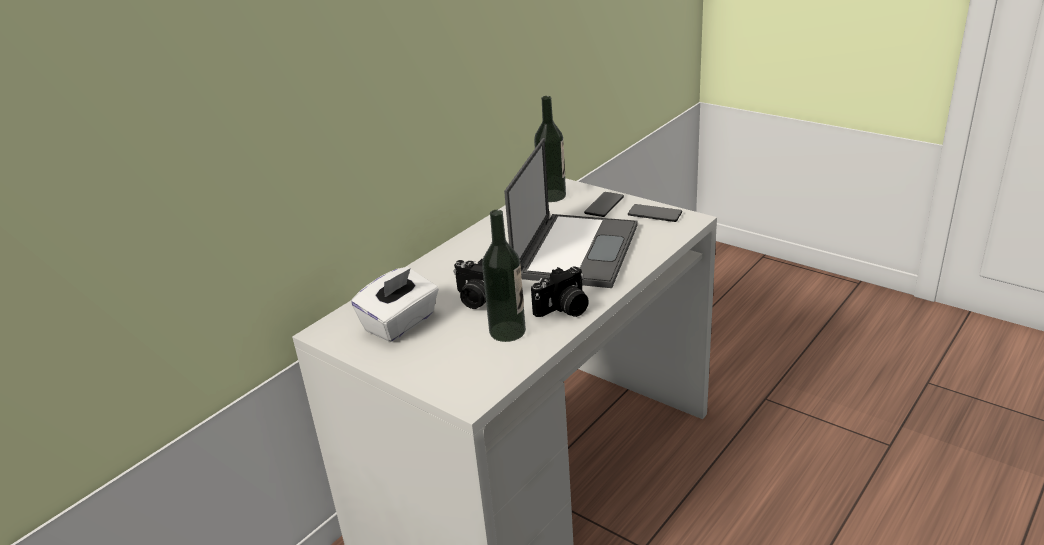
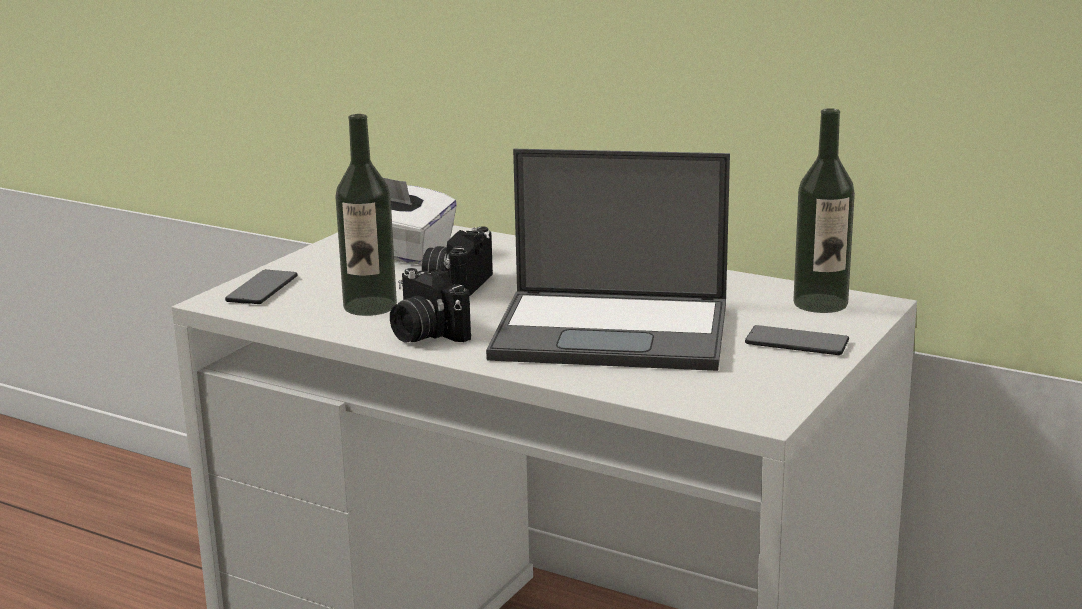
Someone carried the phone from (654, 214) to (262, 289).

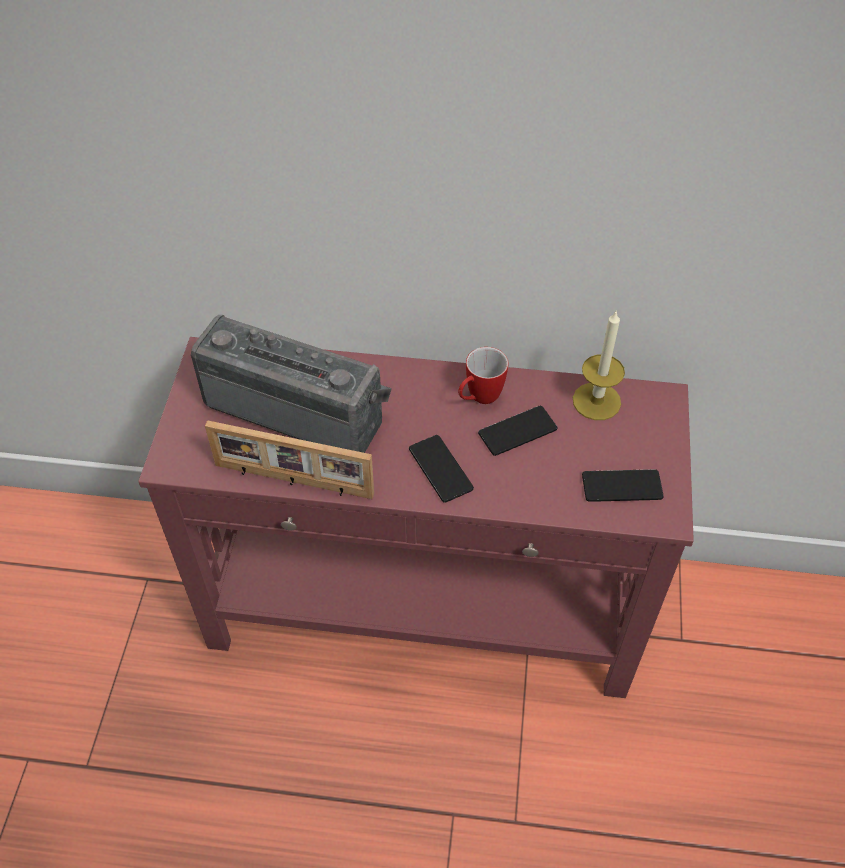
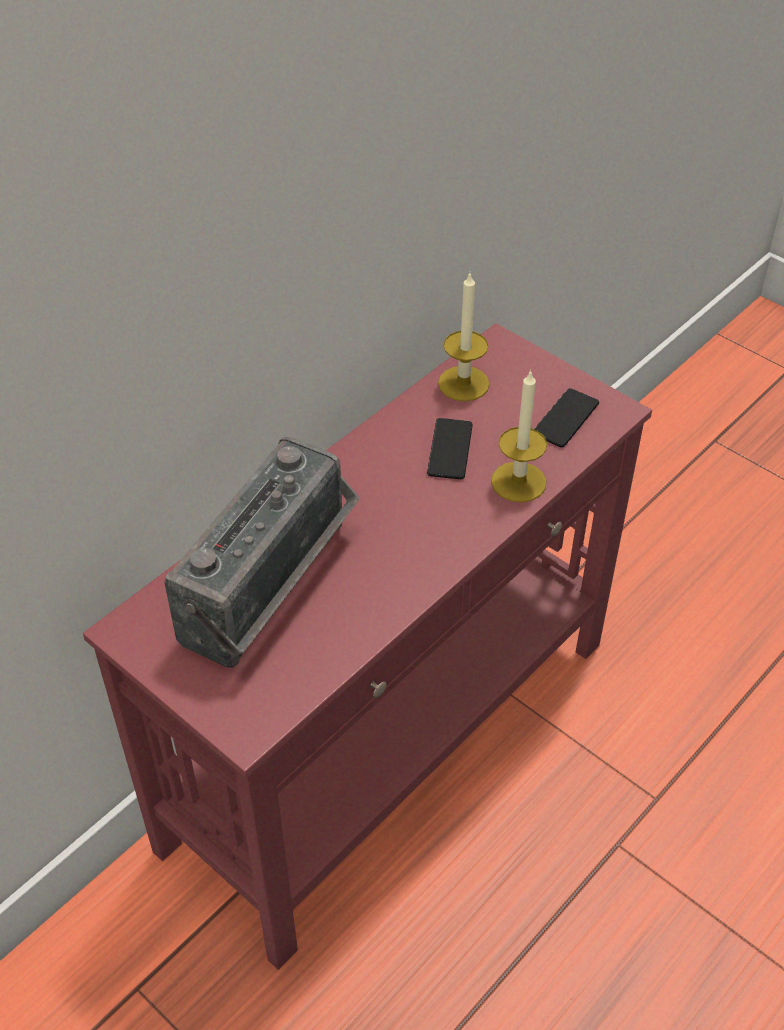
Someone rotated the radio at (298, 407) by 150 degrees clockwise.
Someone took away the mug at (478, 398).
Someone took away the standing_frame at (293, 481).
Someone took away the phone at (440, 469).
Someone put down the candle at (518, 482).

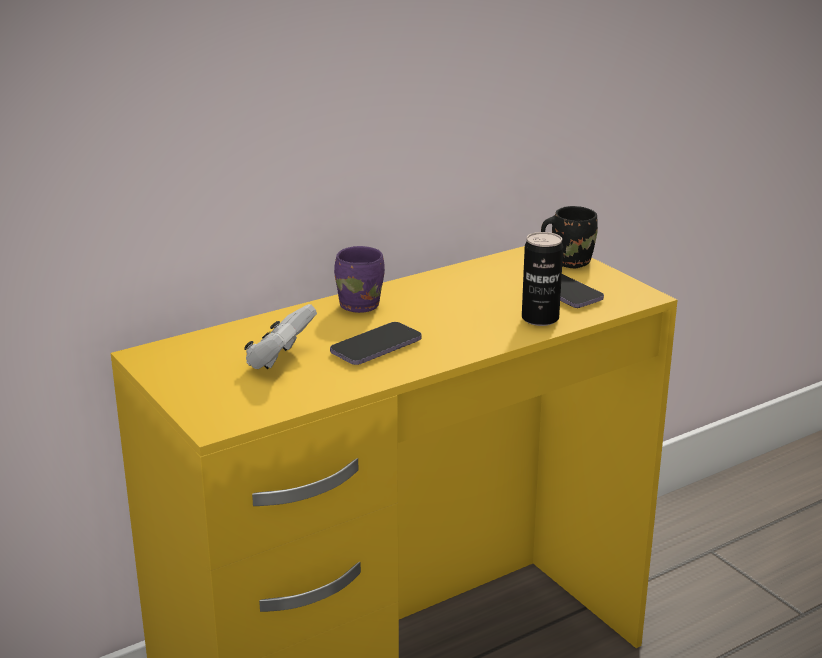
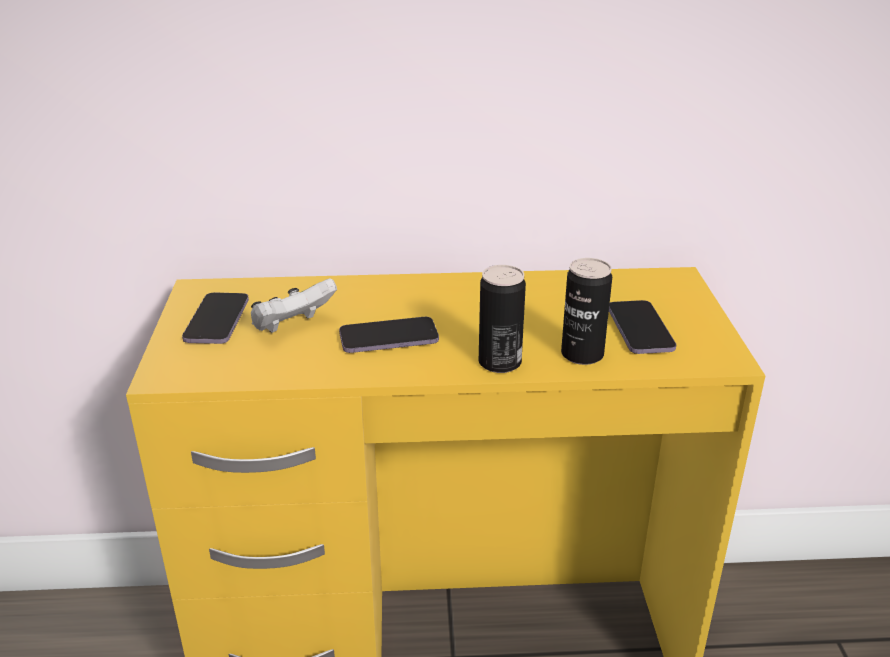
Someone took away the black-coloured_mug at (569, 261).
Someone took away the purple_mug at (361, 304).
Someone put down the sealed_can at (499, 362).
Someone put down the phone at (217, 321).

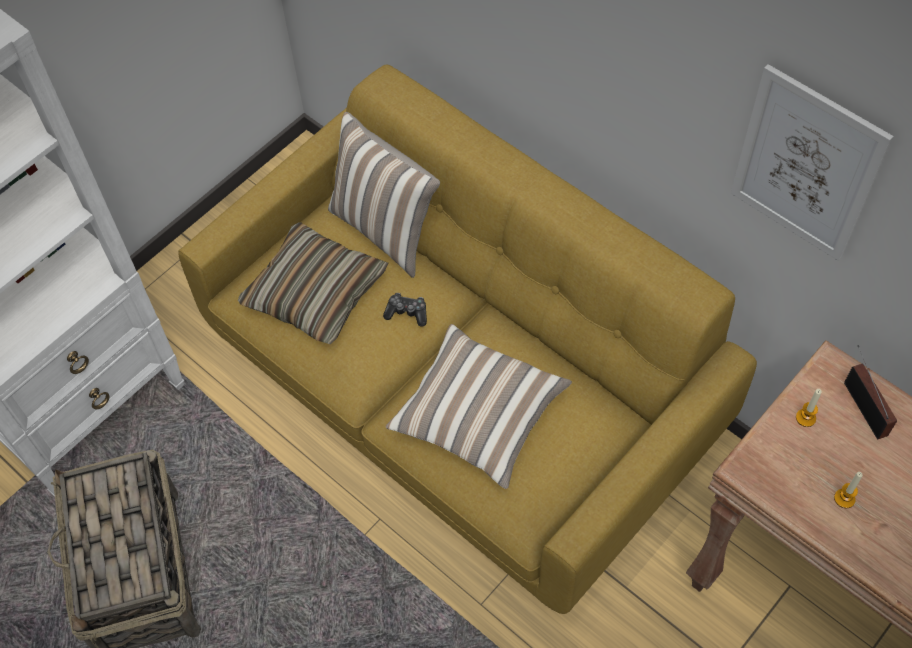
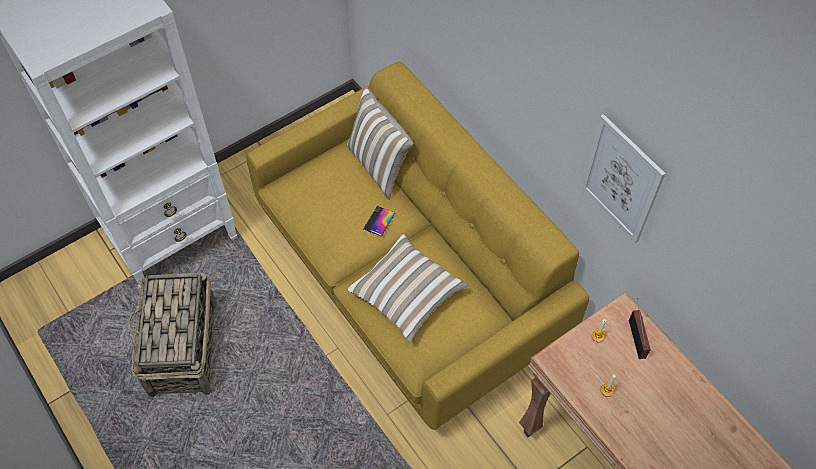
Someone took away the cushion at (315, 293).
Someone swapped the joypad at (407, 313) for the phone at (379, 221).

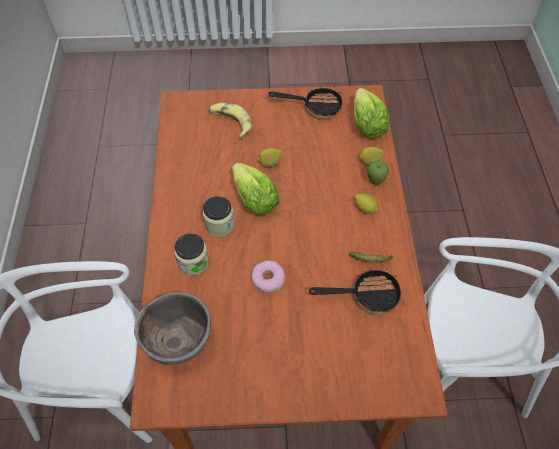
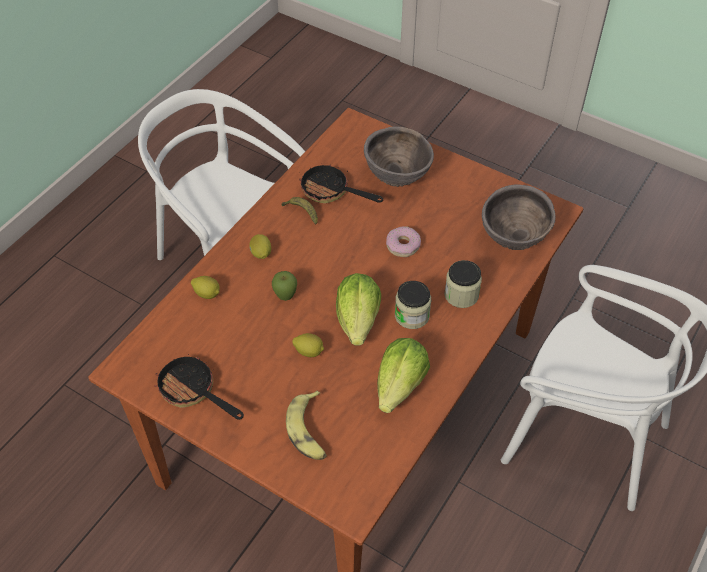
Someone carried the head_of_lettuce from (367, 125) to (400, 385).
Someone carried the apple_fruit from (375, 182) to (285, 297).
Someone put down the brownish_bowl at (397, 178).

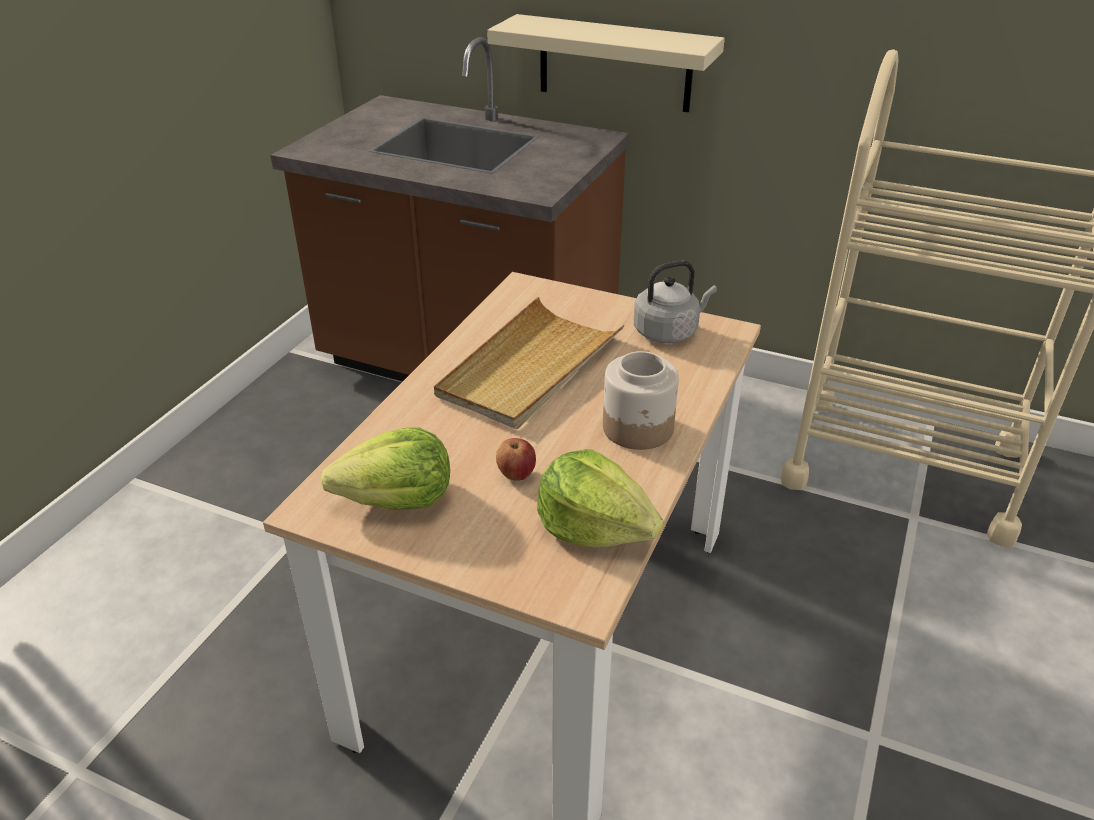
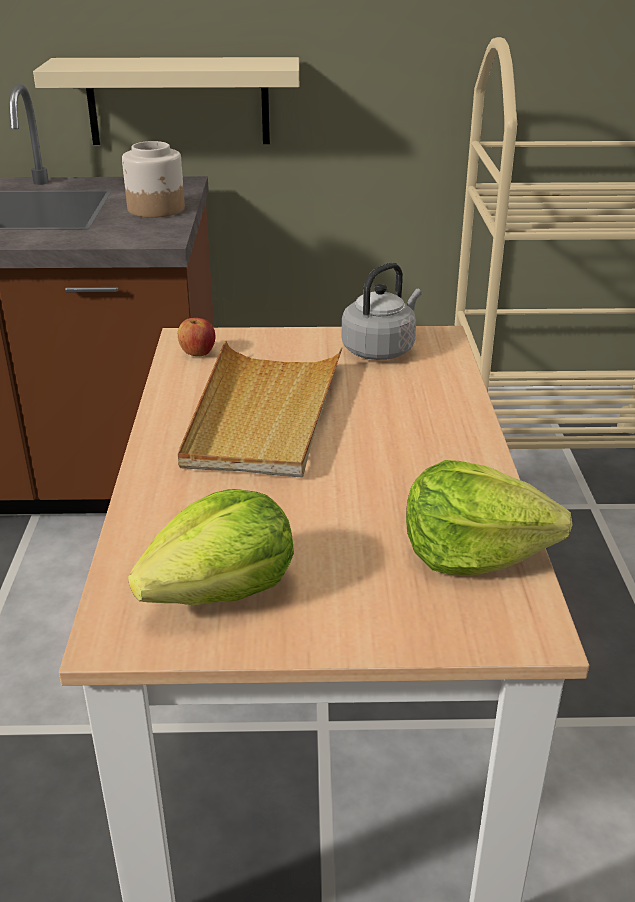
Someone carried the preserve_jar from (638, 428) to (157, 209).
Someone carried the apple_fruit from (516, 474) to (198, 353).

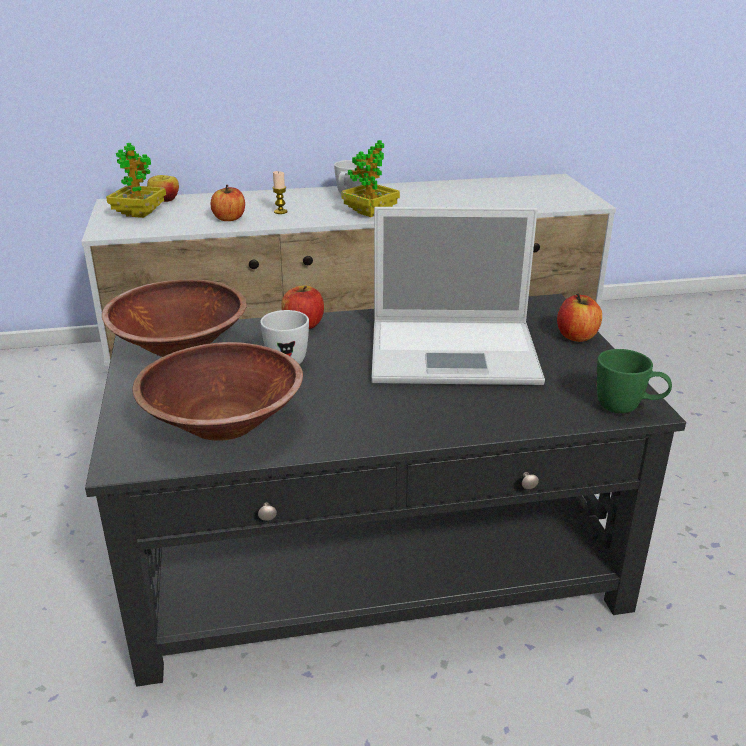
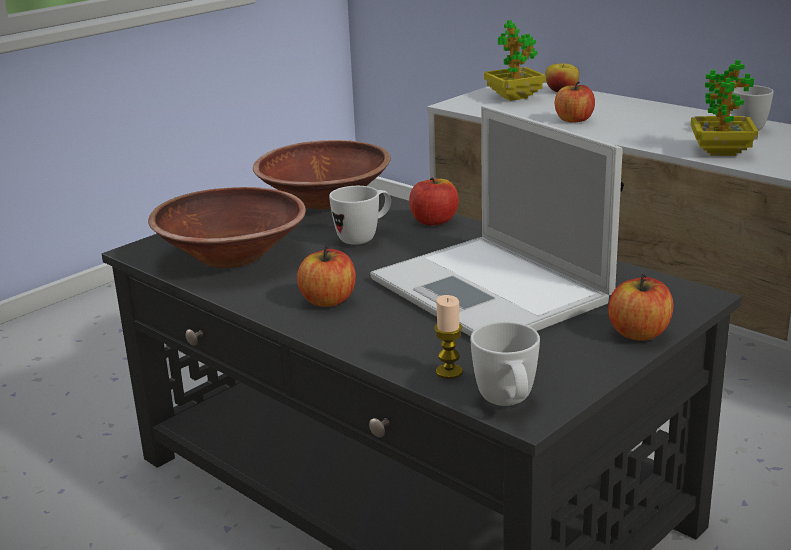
Someone carried the candle from (280, 212) to (449, 372).
Someone repainted the green_mug at (627, 409), which became the white-coloured_mug at (508, 404).
Someone put down the apple_fruit at (328, 300).

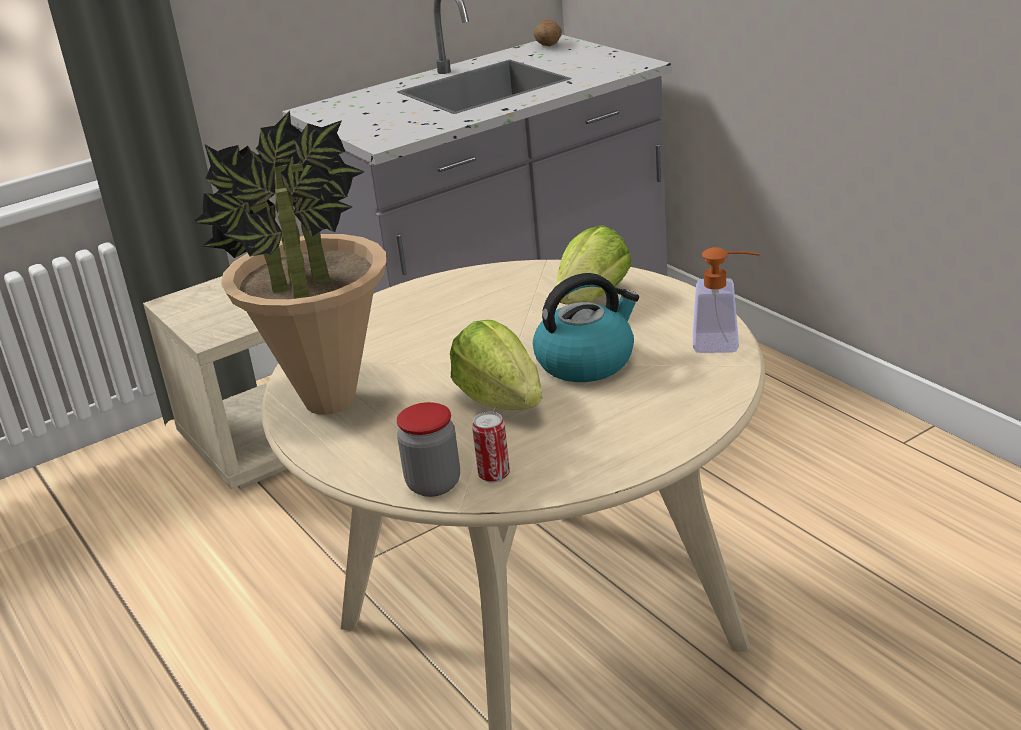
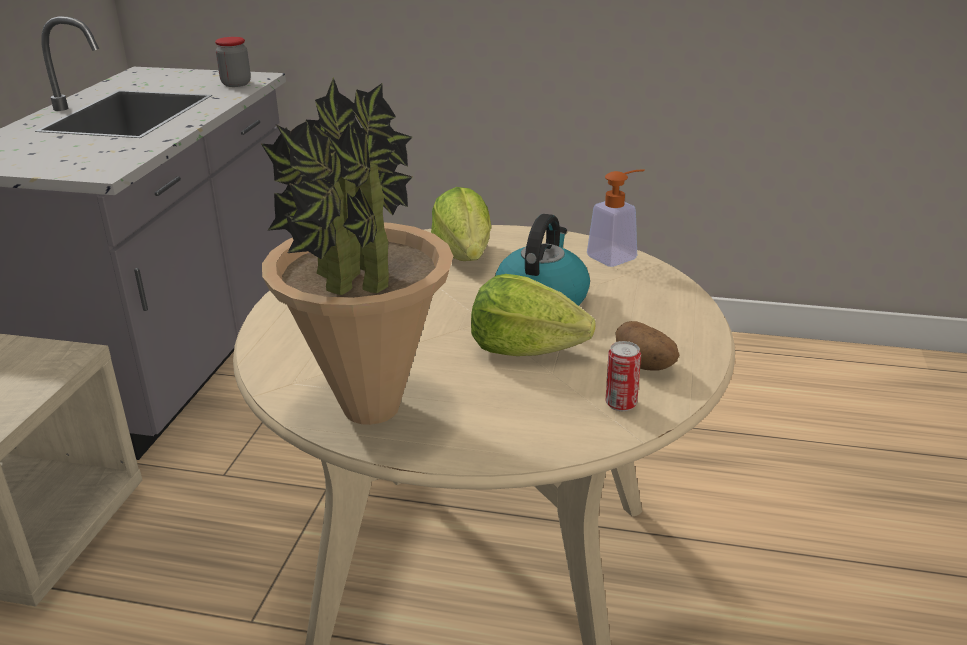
Someone carried the whole_potato from (548, 45) to (645, 365).
Someone carried the preserve_jar from (433, 484) to (236, 84).

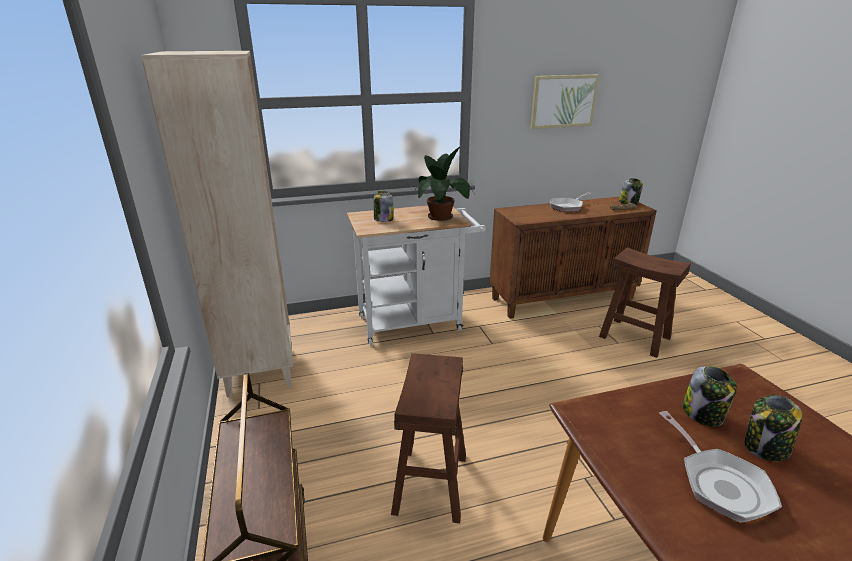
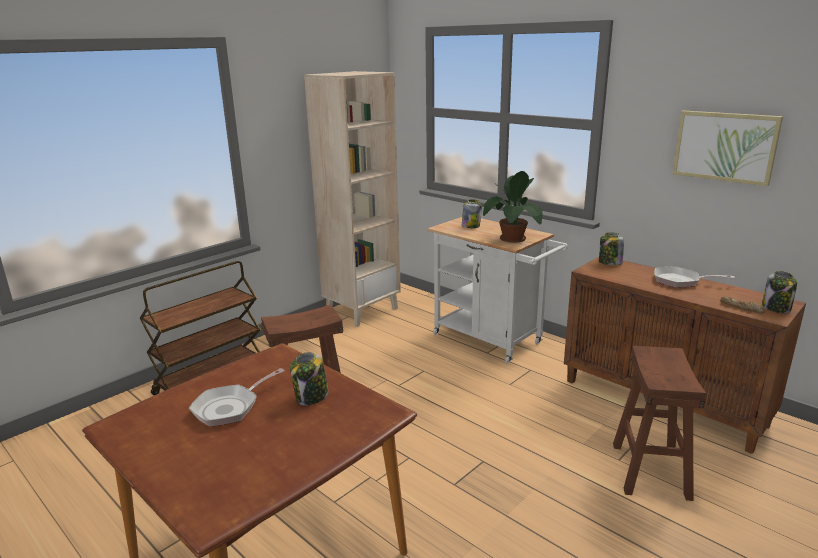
Someone carried the preserve_jar from (765, 448) to (609, 263).

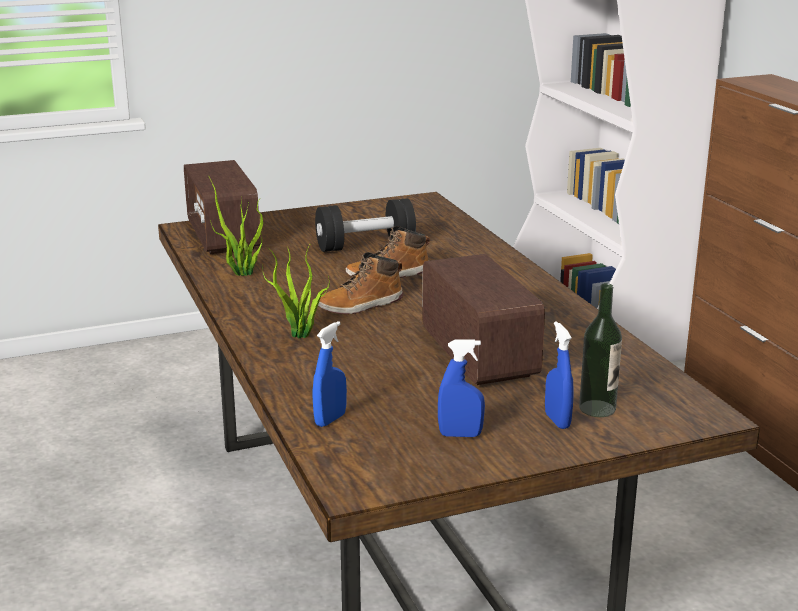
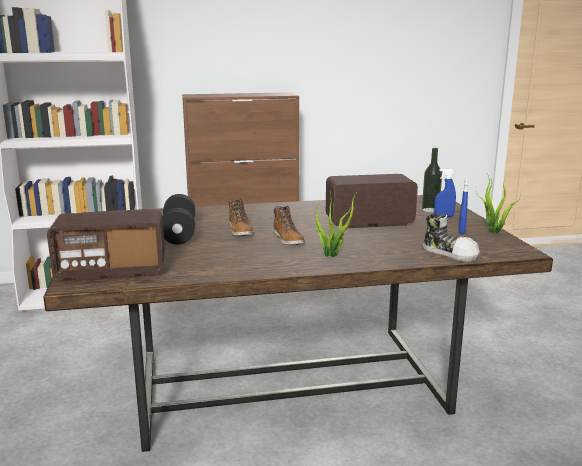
Someone carried the plant_in_a_pot from (241, 273) to (494, 231).
Someone swapped the blue_spray_bottle at (330, 419) for the low_shoe at (450, 253).

